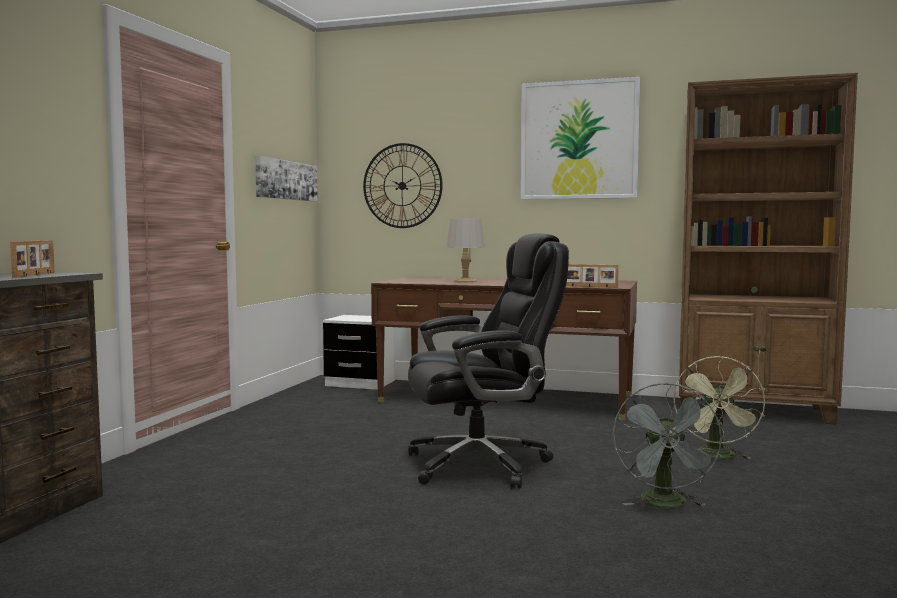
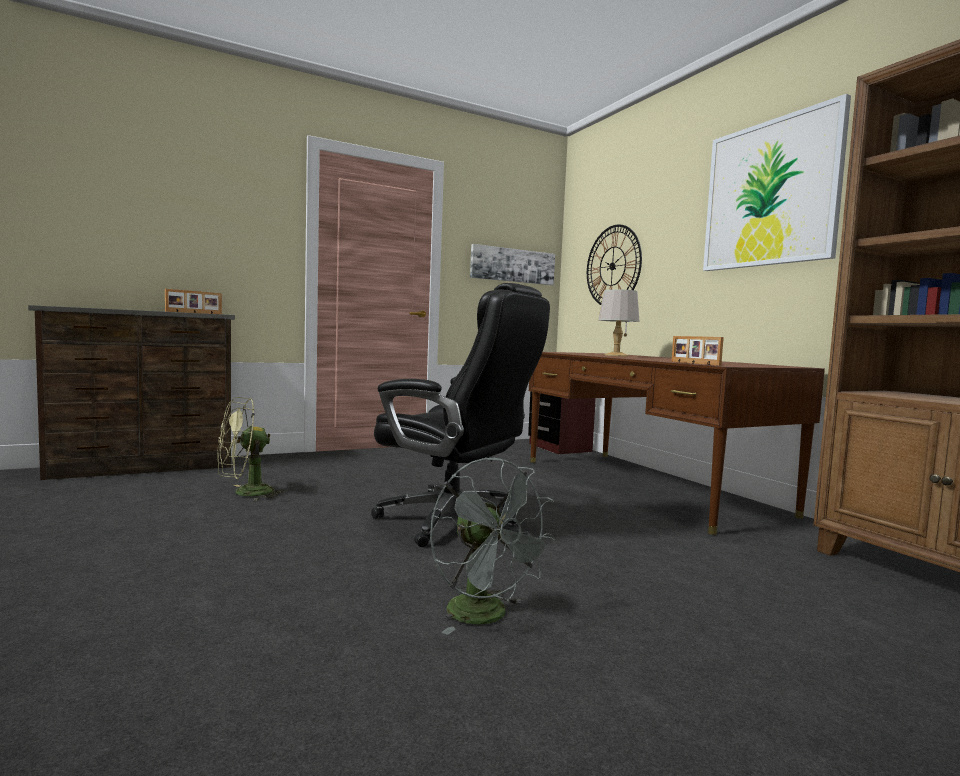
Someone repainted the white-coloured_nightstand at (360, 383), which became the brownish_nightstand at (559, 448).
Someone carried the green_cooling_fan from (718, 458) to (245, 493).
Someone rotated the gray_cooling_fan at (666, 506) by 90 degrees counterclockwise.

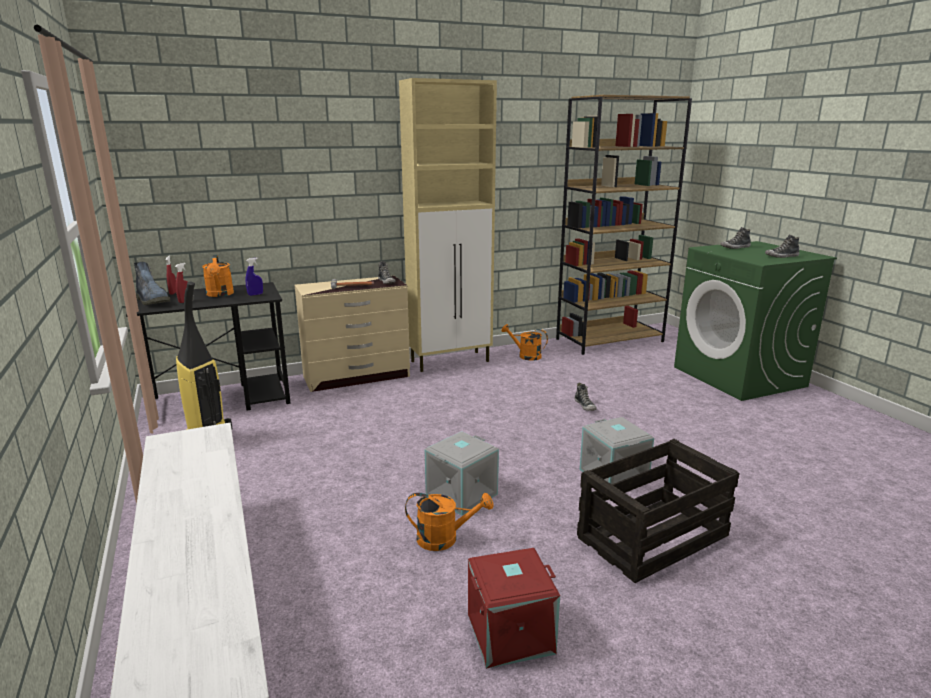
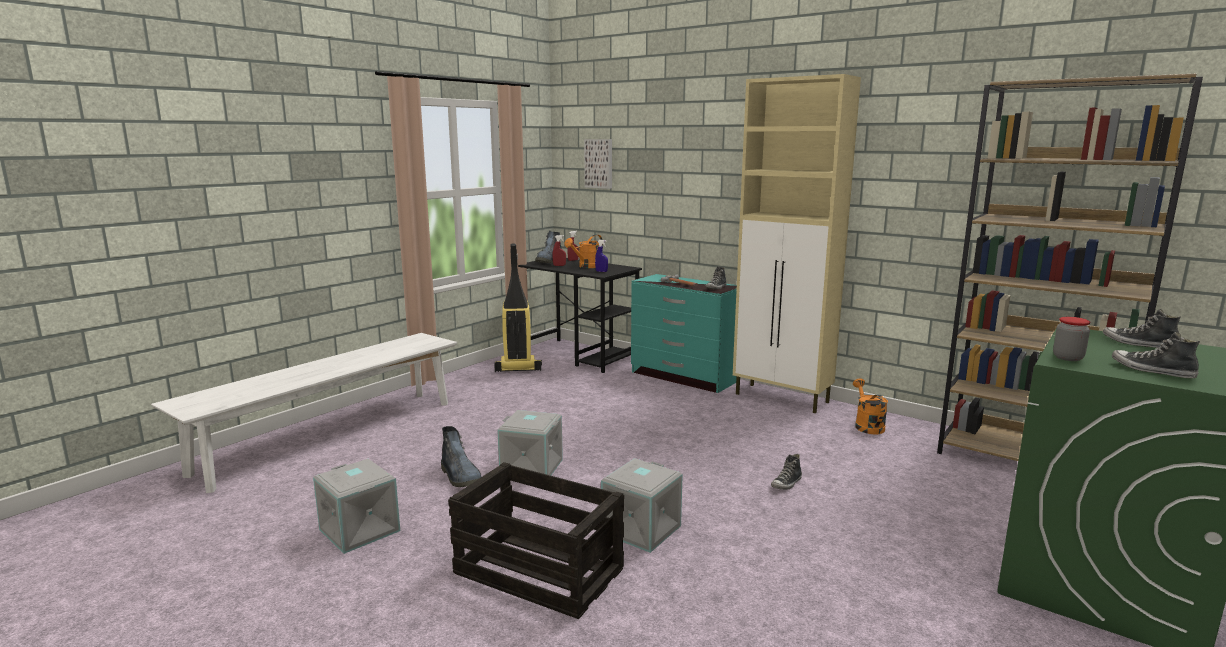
Someone repainted the sand-coloured_chest_of_drawers at (357, 377), which became the blue-green_chest_of_drawers at (684, 377).
Someone swapped the orange-coloured_sprinkling_can at (445, 539) for the boot at (461, 477).
Someone repainted the reddish_storage_box at (510, 632), which became the gray_storage_box at (361, 530).
Someone put up the wall_art at (599, 163).
Someone put down the preserve_jar at (1068, 358).

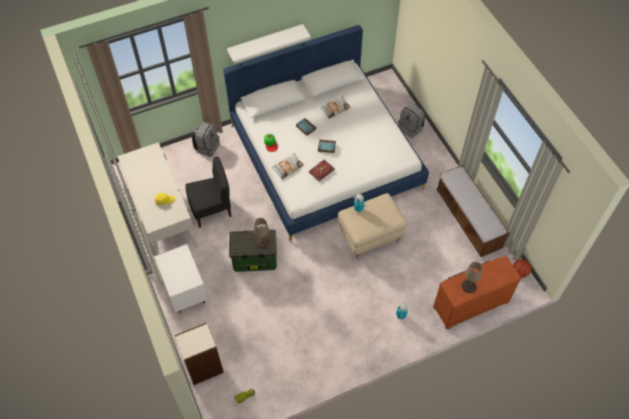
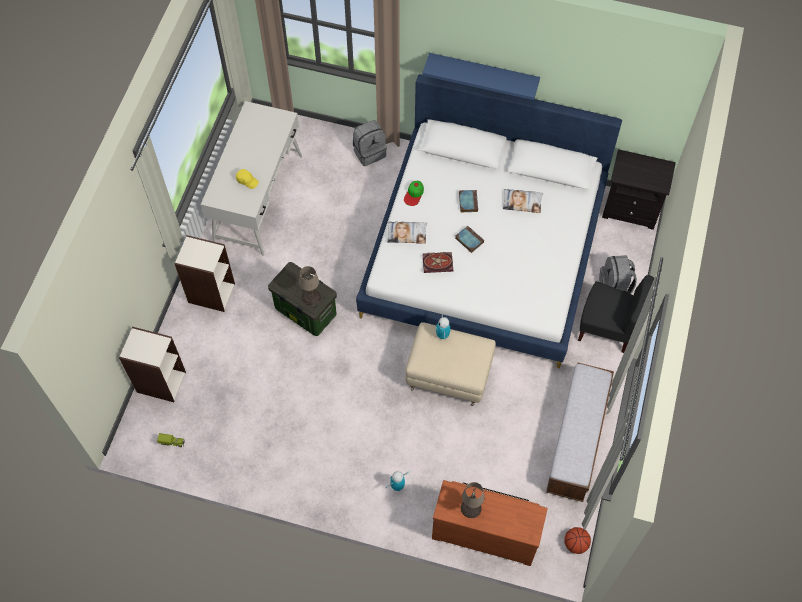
Someone repainted the white-coloured_bracket_shelf at (265, 42), which became the blue_bracket_shelf at (483, 72).
Someone carried the black-coloured_upright_chair from (211, 209) to (607, 328).
Someone swapped the white-coloured_nightstand at (185, 291) for the bookcase at (211, 293).
Someone put down the black-coloured_nightstand at (631, 209).

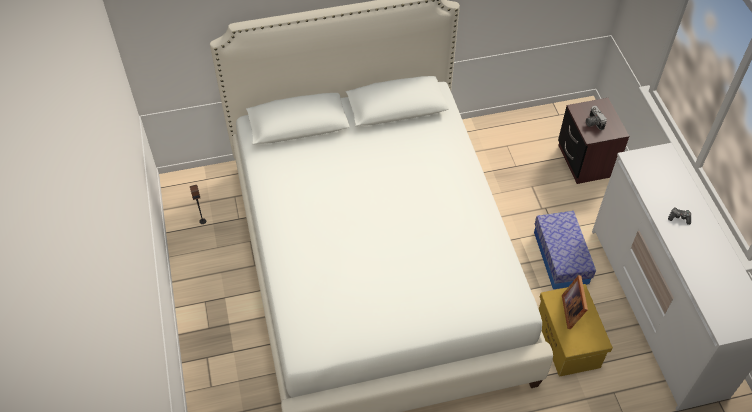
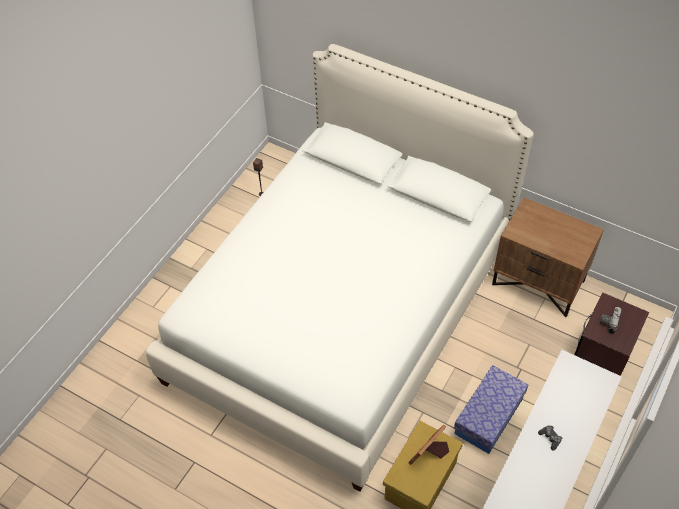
Someone put down the brownish_nightstand at (538, 282).

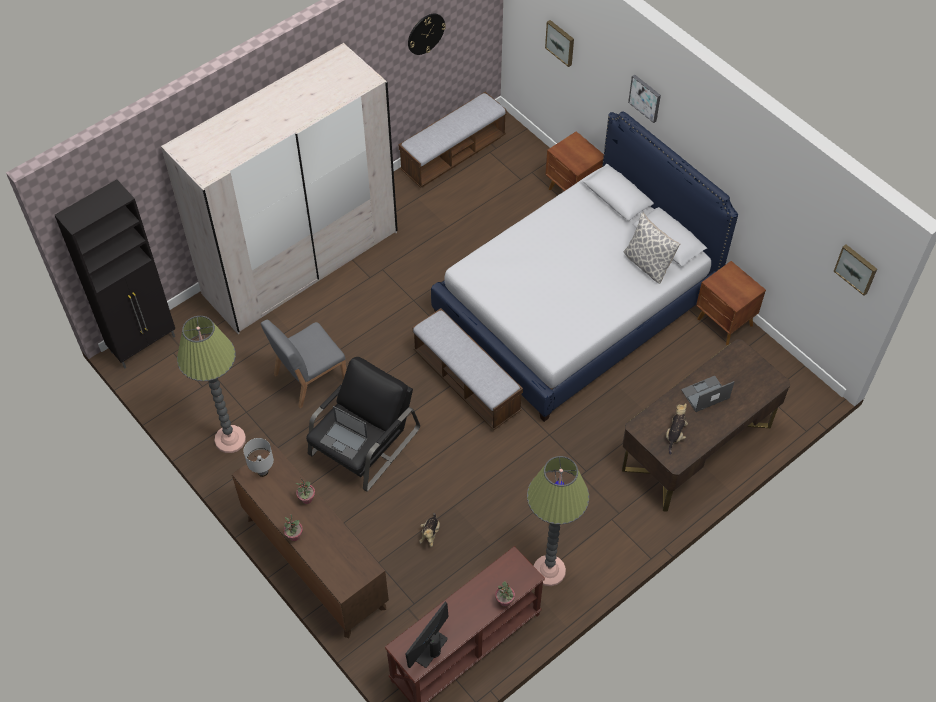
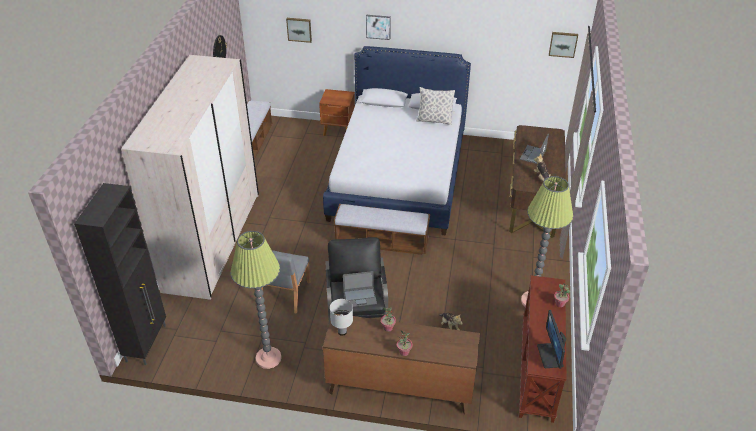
Someone took away the brownish_nightstand at (724, 323).

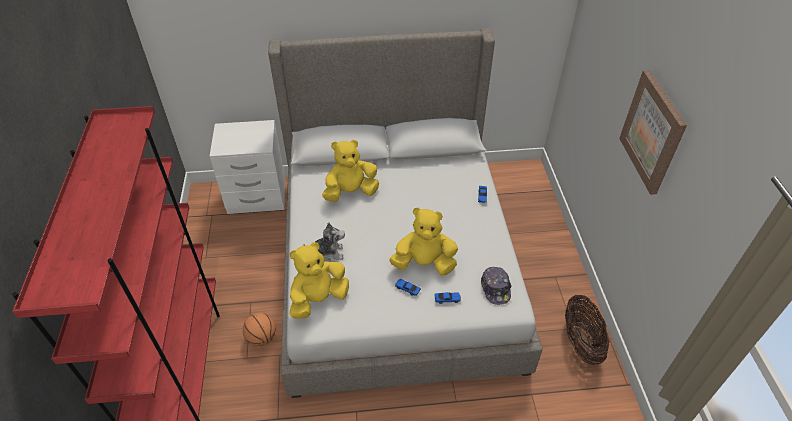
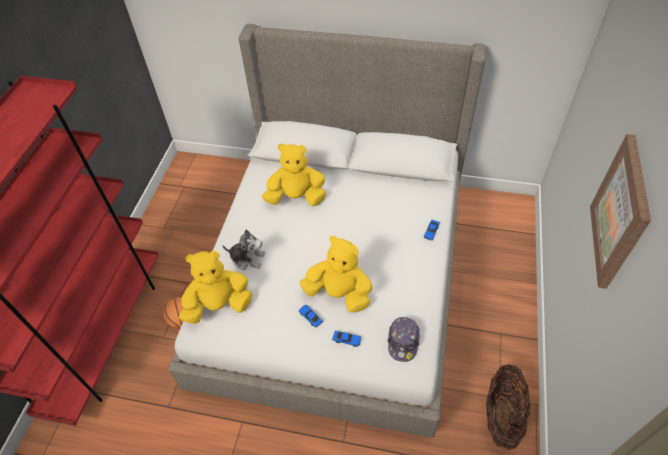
Someone took away the white-coloured_nightstand at (257, 197).

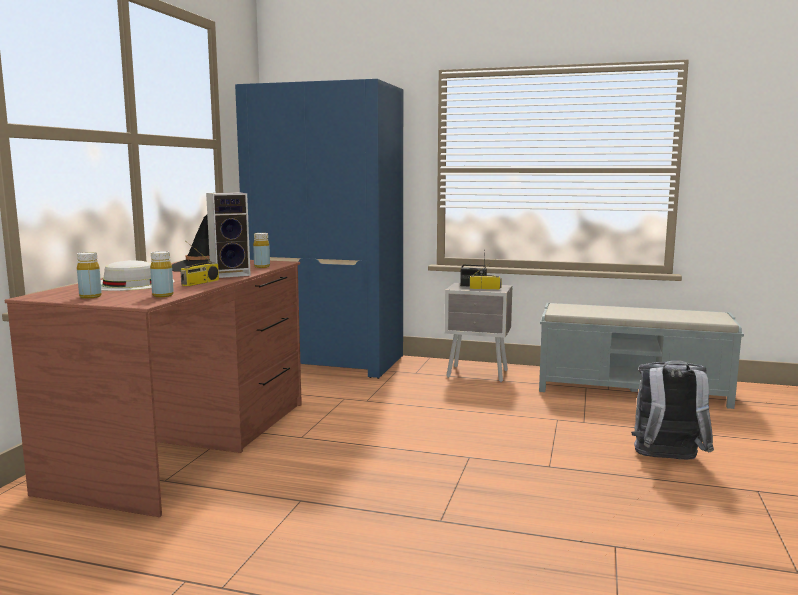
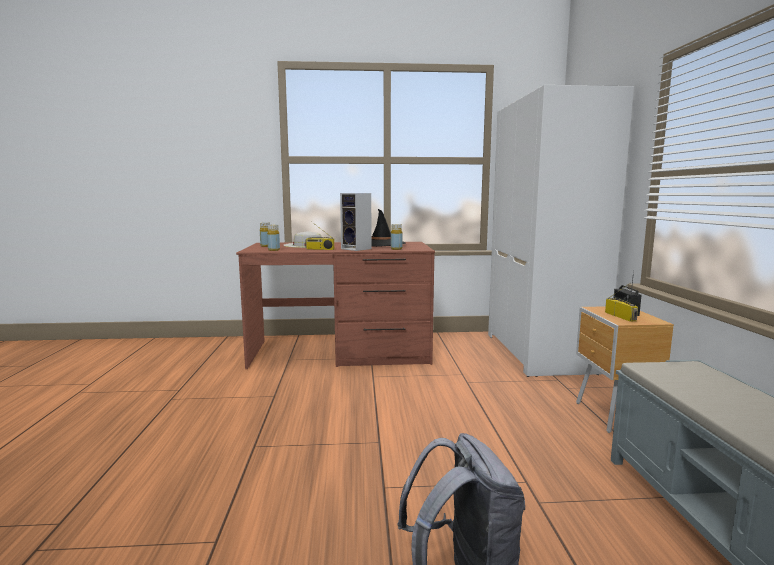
Someone repainted the blue_clothes_cupboard at (329, 361), which became the white-coloured_clothes_cupboard at (542, 353).
Someone repainted the gray_nightstand at (478, 374), which became the brownish_nightstand at (613, 417).

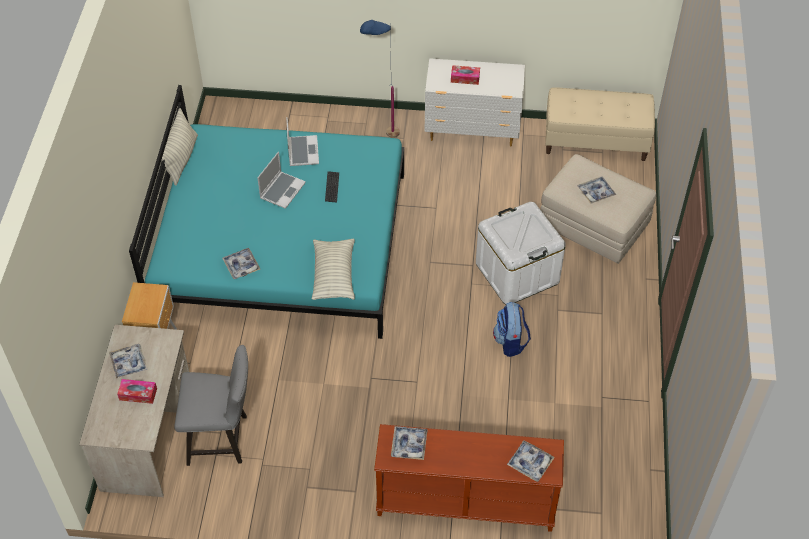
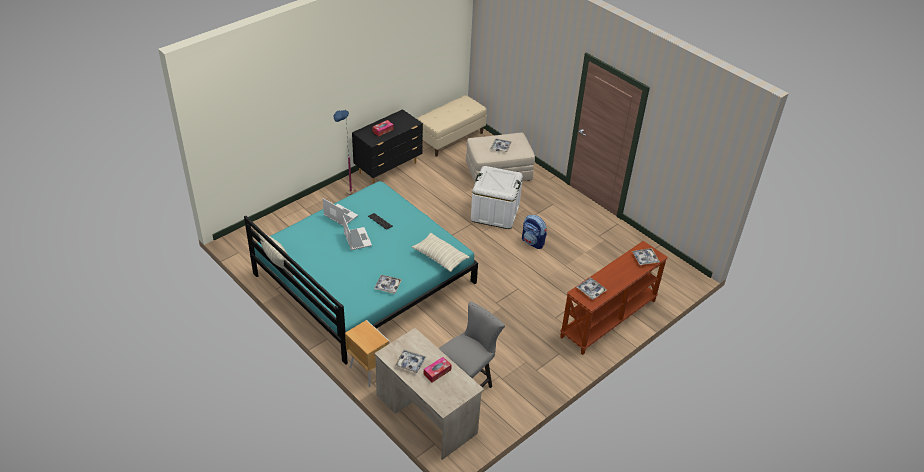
Someone repainted the white-coloured_chest_of_drawers at (473, 132), which became the black-coloured_chest_of_drawers at (388, 168).

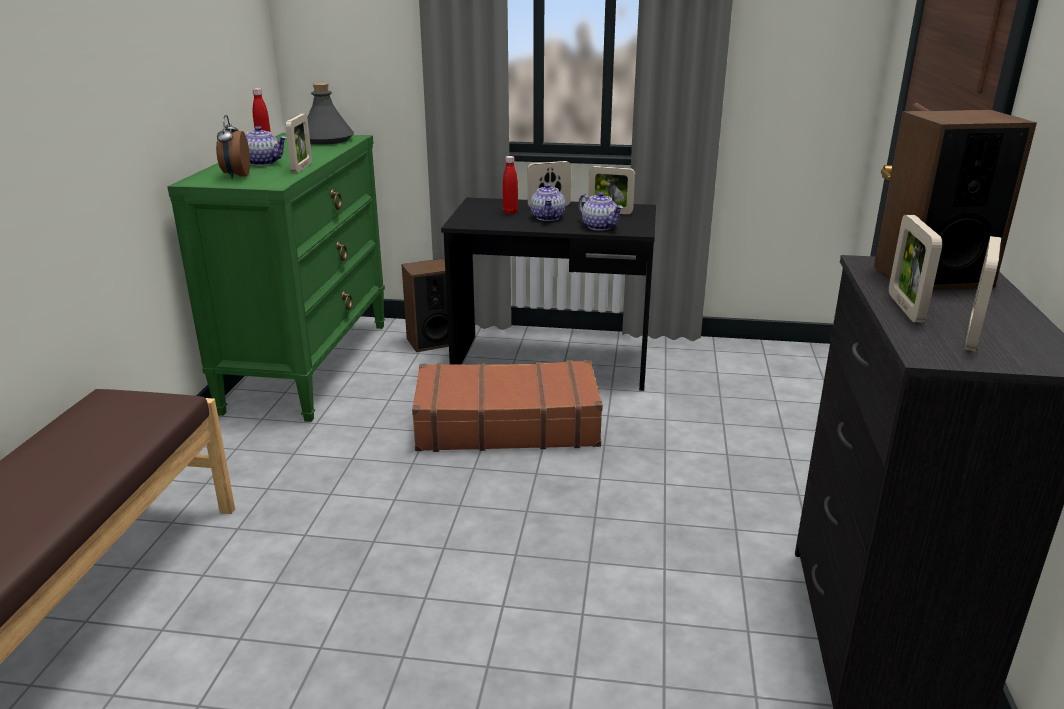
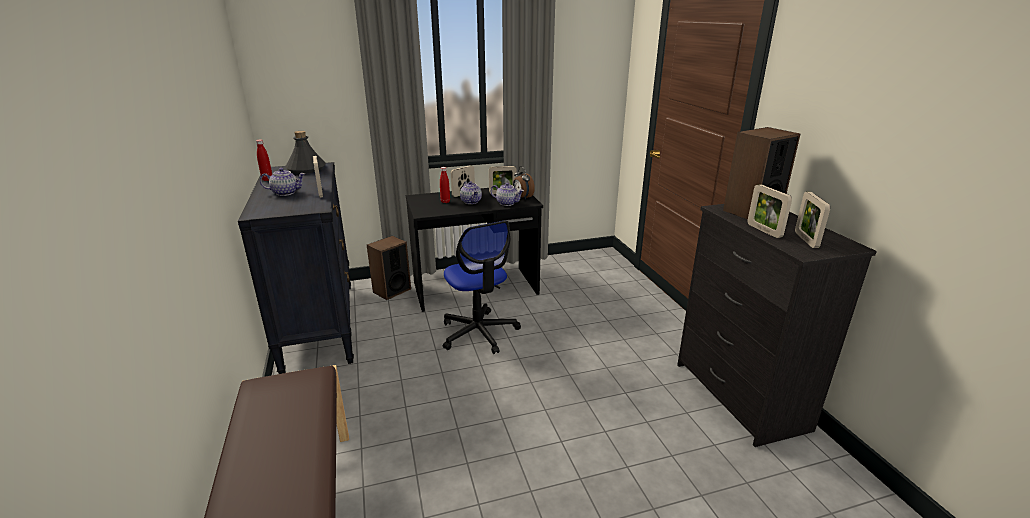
Someone carried the alarm_clock from (236, 176) to (522, 197).
Someone repainted the green_chest_of_drawers at (308, 365), which became the black-coloured_chest_of_drawers at (319, 325).
Someone swapped the brownish_travel_case at (506, 424) for the desk_chair at (479, 333).

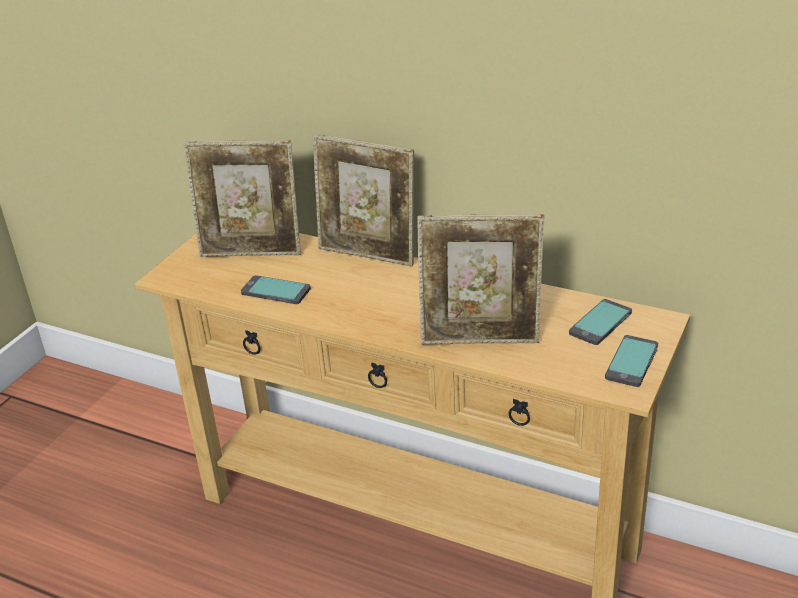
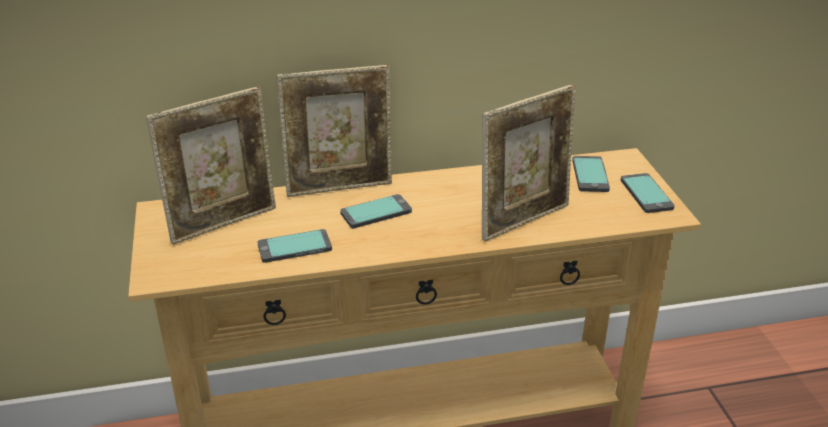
Someone put down the phone at (376, 212).

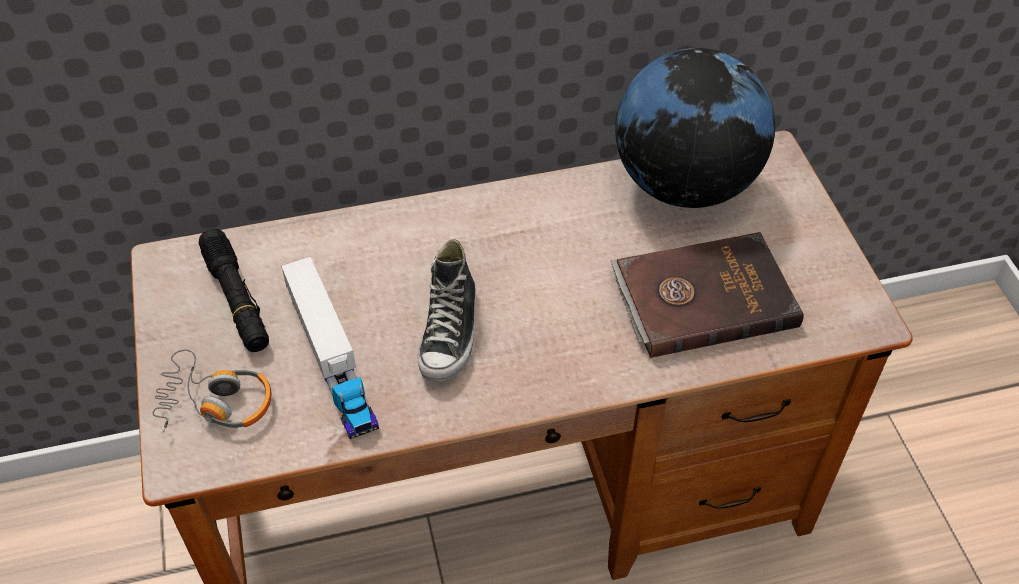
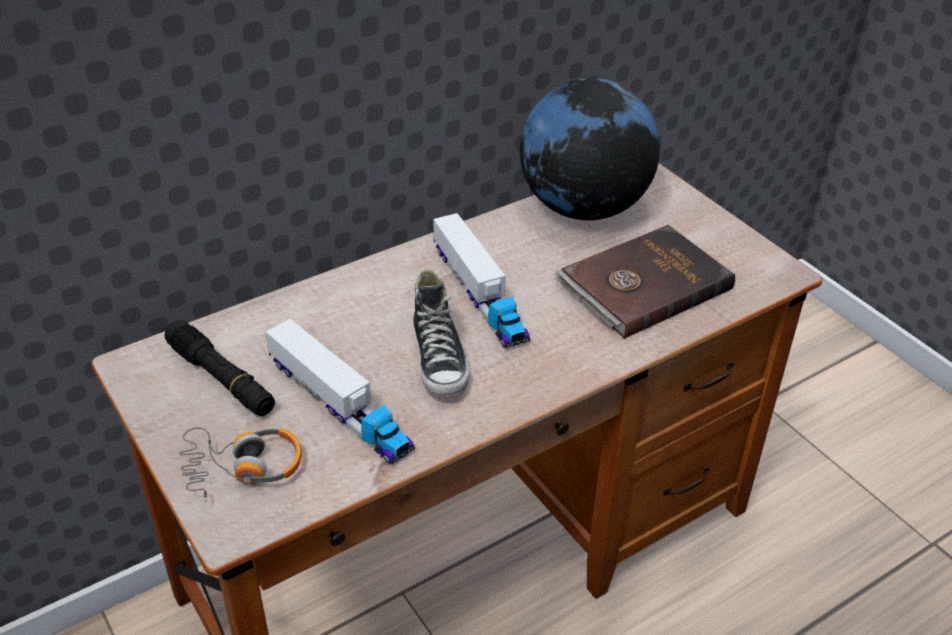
Someone put down the toy_lorry at (479, 294).

